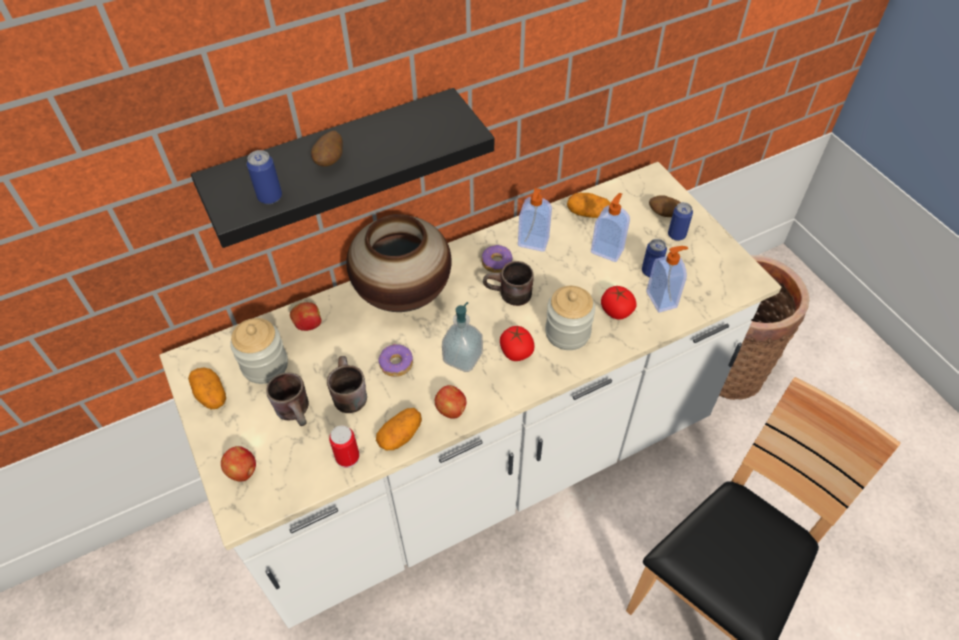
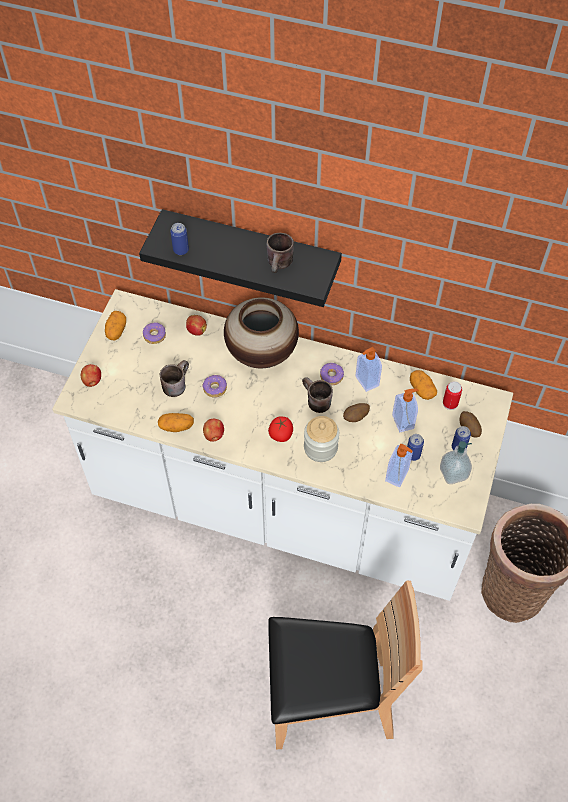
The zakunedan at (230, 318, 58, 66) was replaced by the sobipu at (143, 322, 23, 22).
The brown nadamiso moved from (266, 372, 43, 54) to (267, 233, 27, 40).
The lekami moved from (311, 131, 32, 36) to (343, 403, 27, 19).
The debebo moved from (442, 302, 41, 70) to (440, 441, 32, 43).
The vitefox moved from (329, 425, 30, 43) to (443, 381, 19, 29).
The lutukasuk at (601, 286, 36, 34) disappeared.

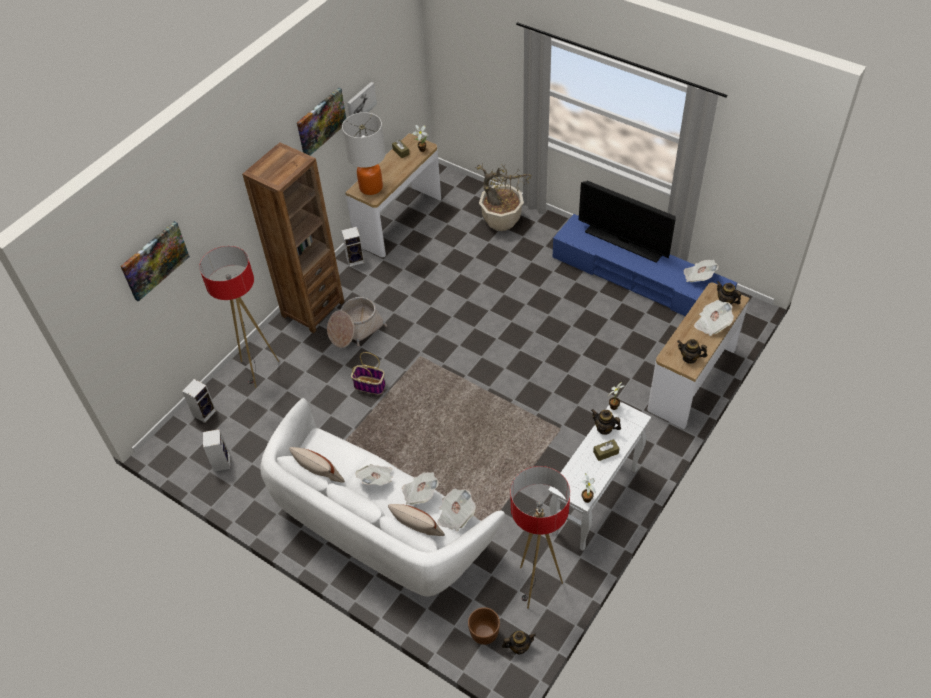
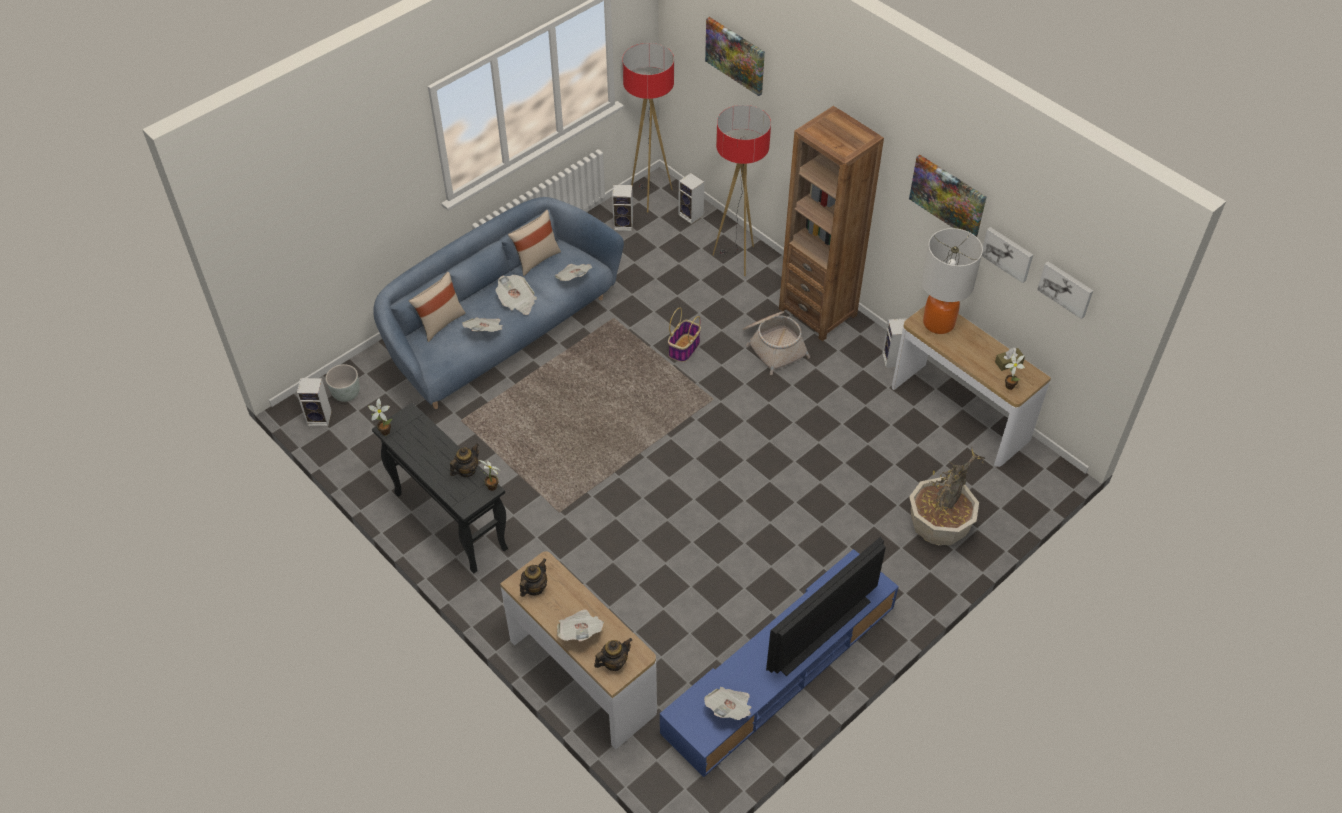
The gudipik at (502, 631, 34, 24) was replaced by the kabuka at (297, 378, 35, 48).
The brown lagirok at (468, 607, 32, 38) became the grey lagirok at (325, 364, 35, 38).
The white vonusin at (548, 402, 103, 149) became the black vonusin at (372, 403, 136, 170).
The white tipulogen at (260, 398, 245, 199) became the blue tipulogen at (373, 197, 251, 212).
The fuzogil moved from (437, 489, 39, 42) to (554, 264, 38, 17).
The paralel moved from (511, 466, 59, 143) to (622, 43, 52, 170).
The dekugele at (1037, 262, 57, 57) appeared.
The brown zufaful at (593, 439, 26, 22) disappeared.

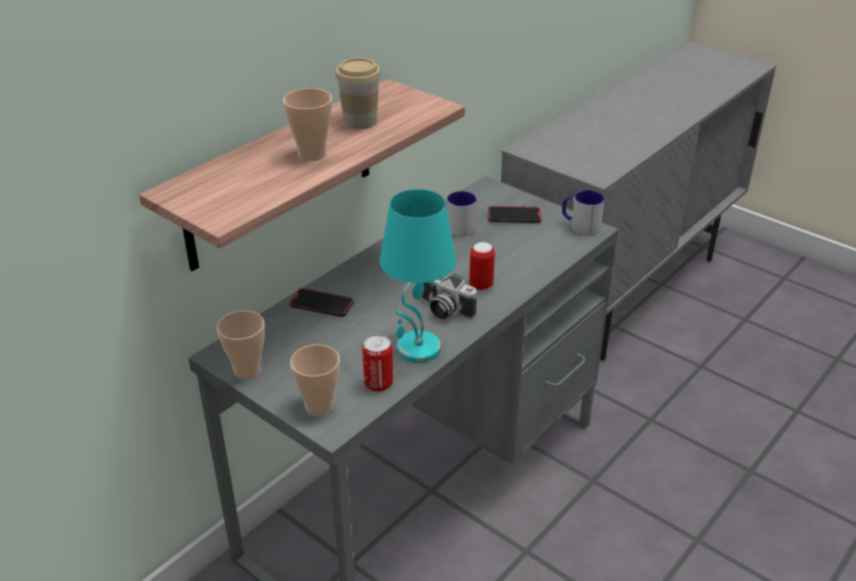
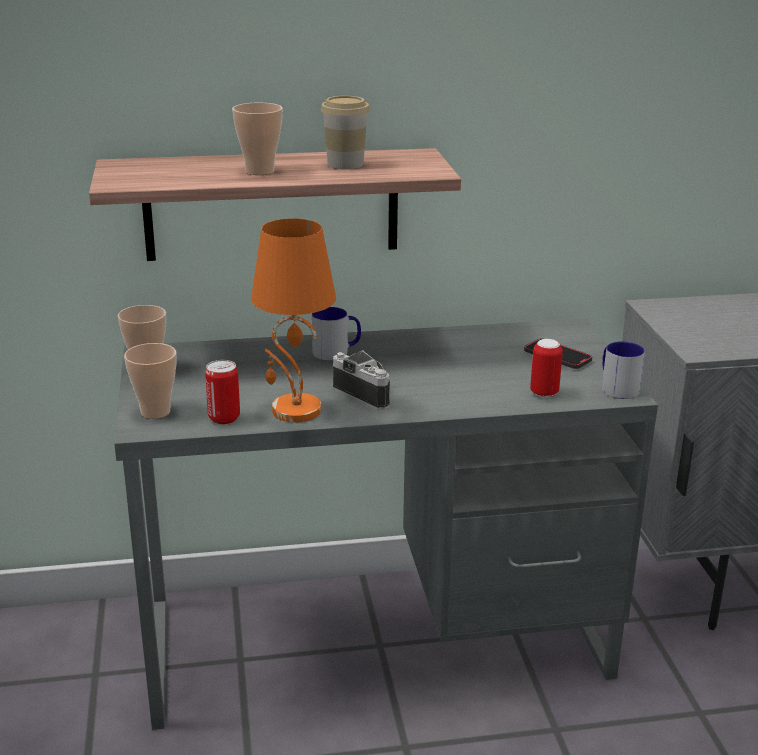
The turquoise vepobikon at (380, 189, 76, 174) became the orange vepobikon at (251, 218, 85, 204).
The nadamiso moved from (447, 191, 30, 46) to (312, 307, 49, 53).
The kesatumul at (421, 274, 56, 45) turned 150 degrees clockwise.
The vitefox moved from (469, 242, 26, 48) to (530, 339, 33, 59).
The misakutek at (289, 288, 65, 29) disappeared.

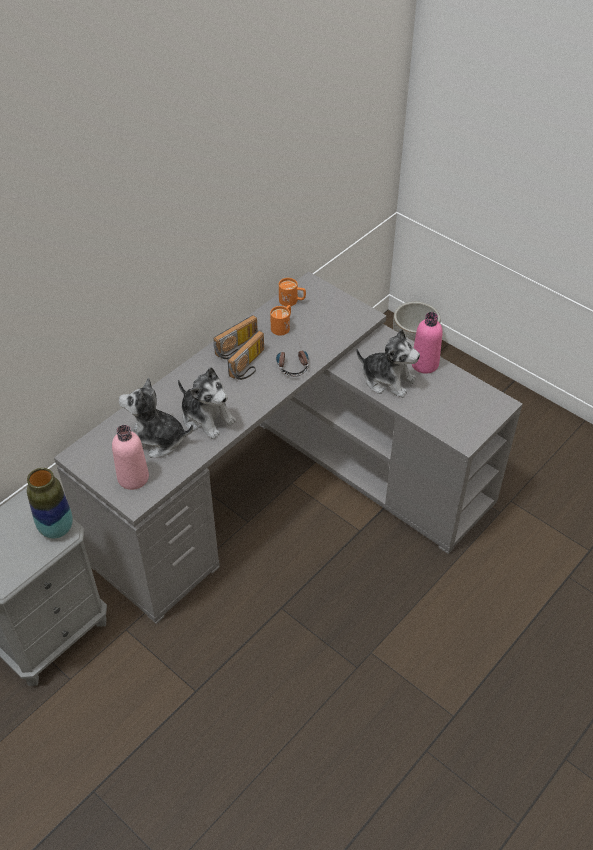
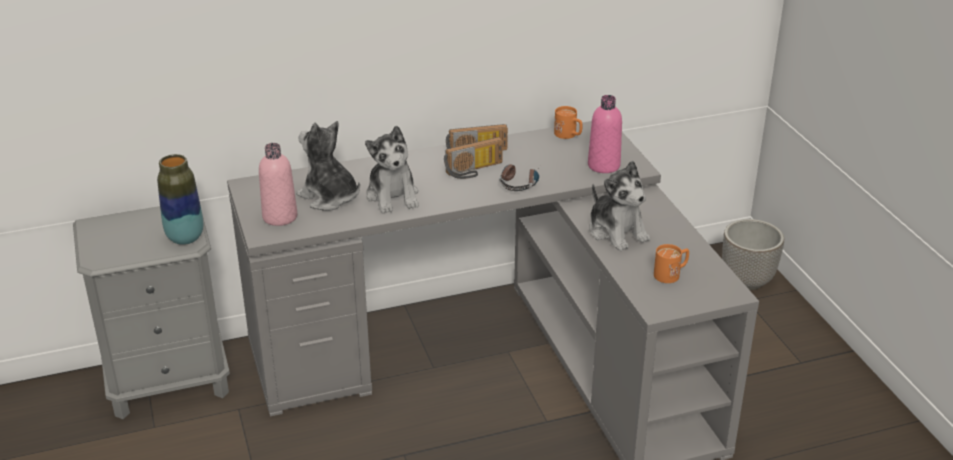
The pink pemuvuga moved from (412, 312, 31, 62) to (588, 95, 34, 78).
The orange nadamiso moved from (270, 305, 21, 30) to (654, 244, 35, 39).

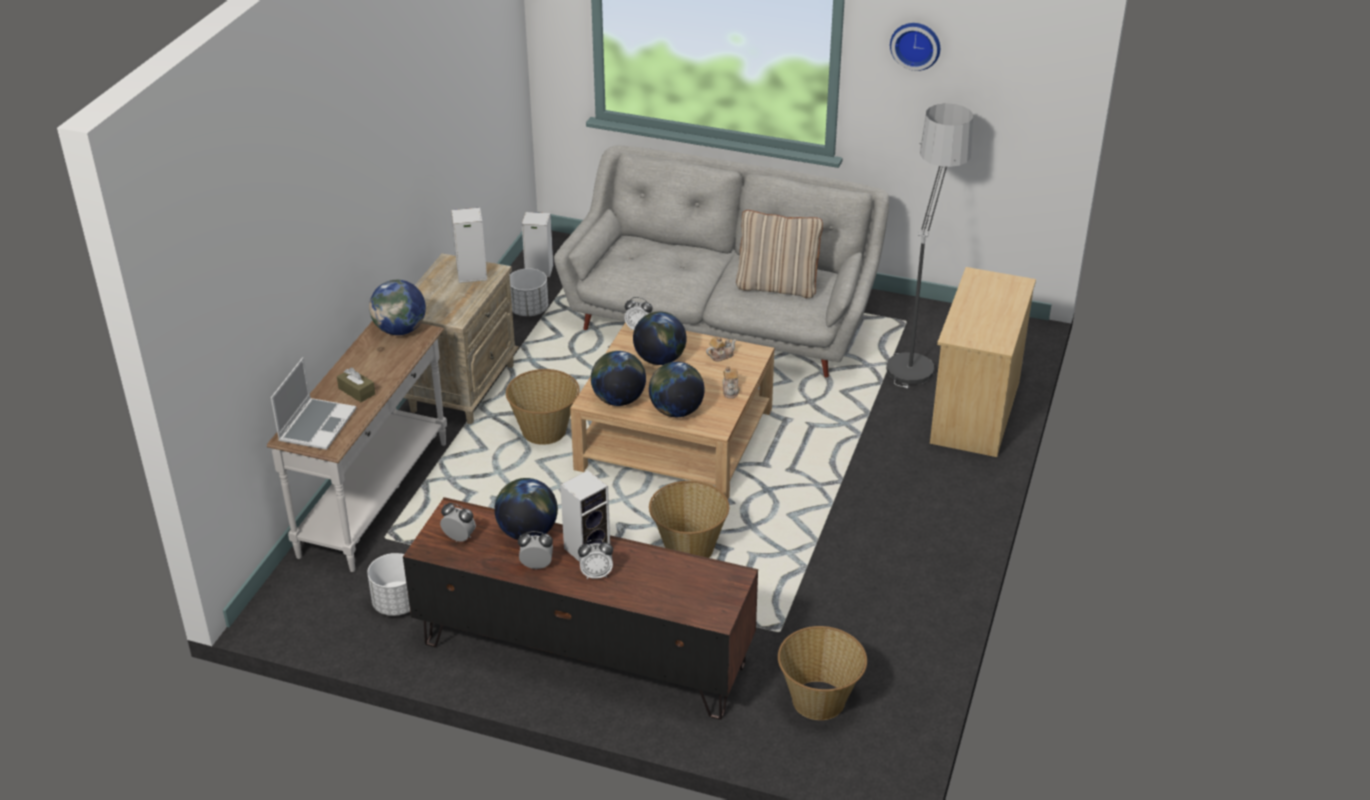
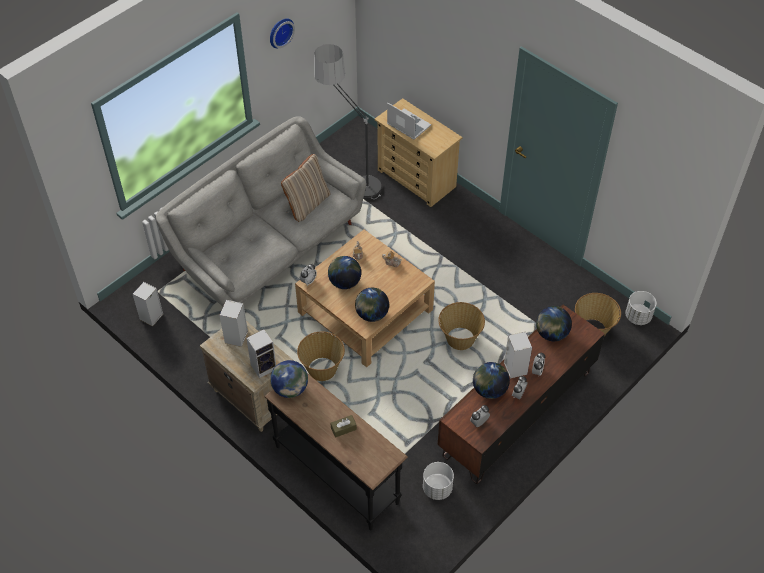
The kabuka at (246, 329, 30, 49) appeared.
The white vonusin at (267, 321, 180, 251) became the black vonusin at (264, 373, 144, 157).
The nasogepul moved from (271, 357, 85, 93) to (387, 103, 44, 37).
The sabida moved from (649, 362, 56, 55) to (536, 306, 36, 35).
The white lagirok moved from (510, 268, 38, 48) to (625, 291, 32, 34).

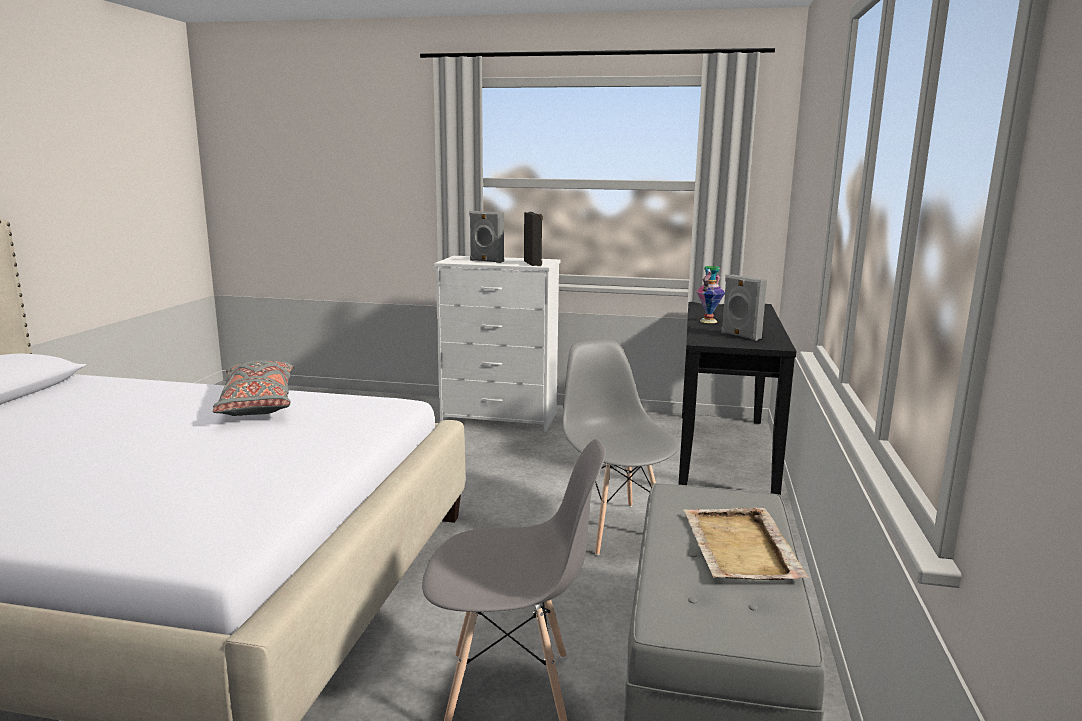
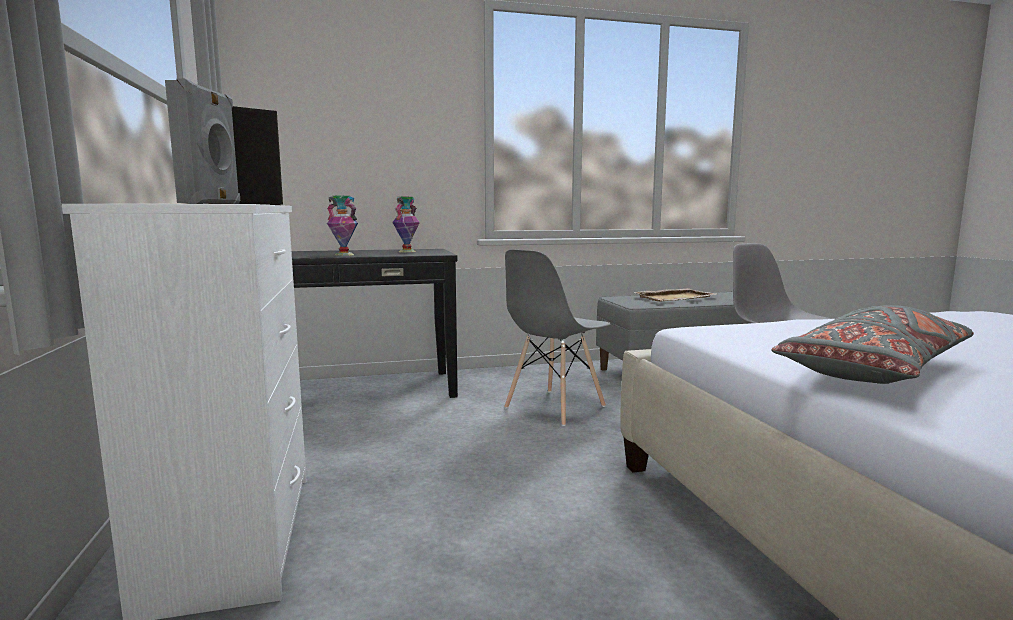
The grey kabuka at (721, 274, 46, 67) was replaced by the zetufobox at (392, 197, 28, 56).

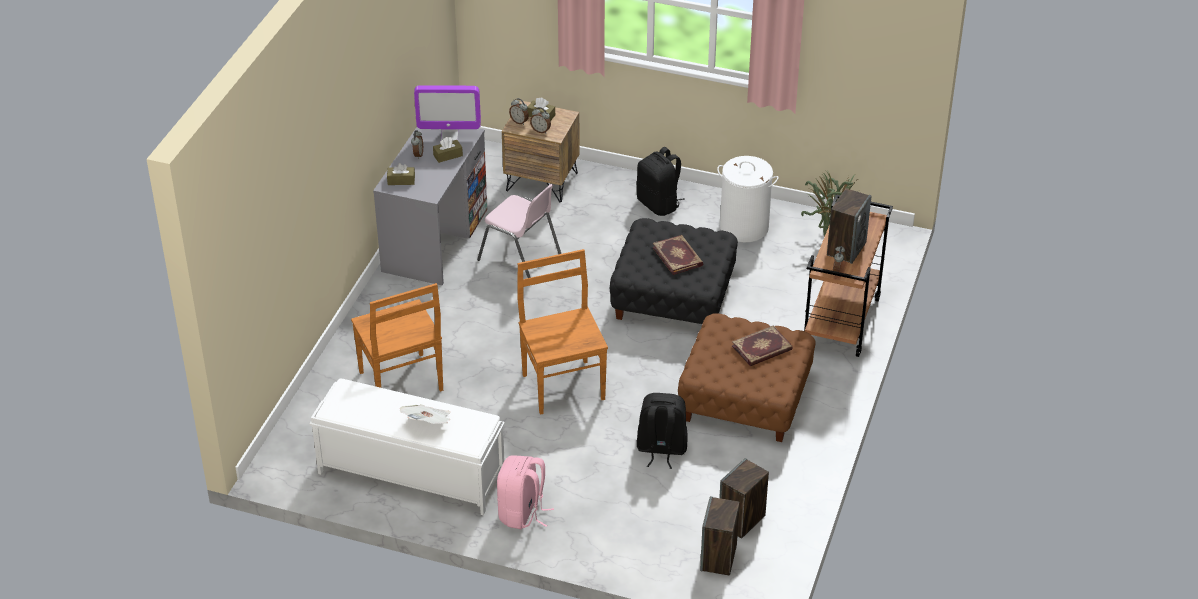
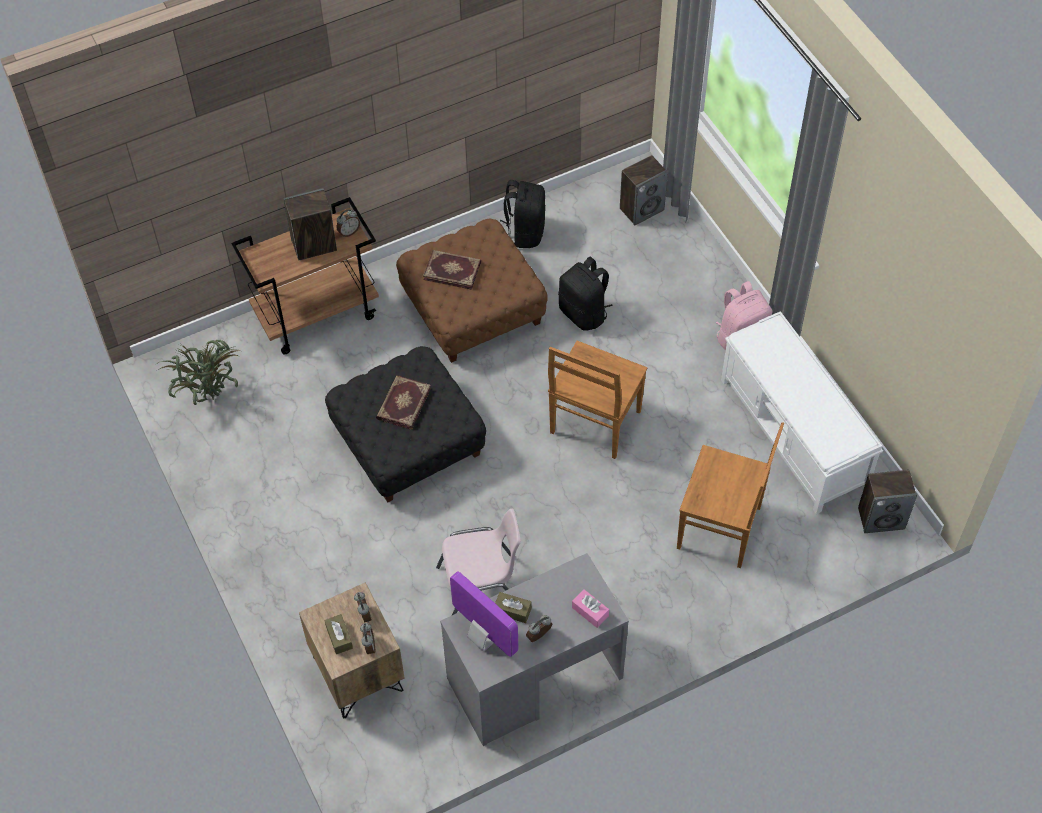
The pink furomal at (477, 184, 84, 94) turned 90 degrees clockwise.
The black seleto moved from (636, 147, 49, 69) to (500, 180, 45, 68).
The brown zufaful at (387, 163, 28, 22) became the pink zufaful at (572, 589, 37, 39).
The brown furomal at (351, 283, 92, 108) turned 90 degrees clockwise.
The kabuka moved from (719, 458, 50, 80) to (858, 470, 59, 63).
The fuzogil at (400, 404, 50, 20) disappeared.
The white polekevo at (717, 156, 61, 86) disappeared.

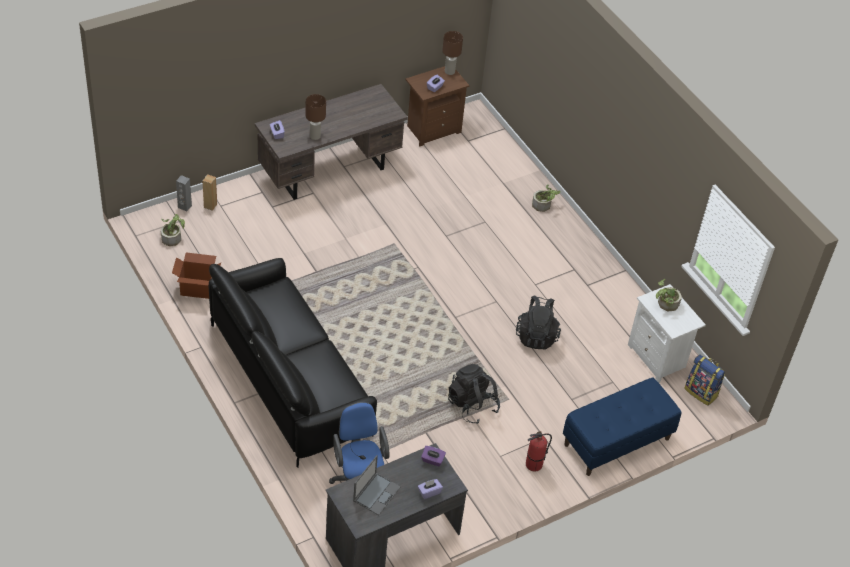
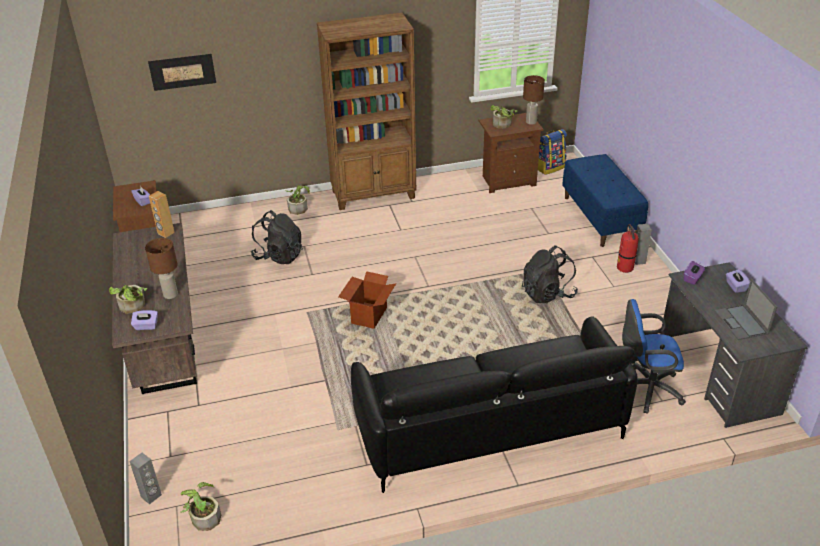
The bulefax at (109, 285, 38, 29) appeared.
The dekugele at (148, 54, 68, 37) appeared.
The brown kabuka moved from (203, 174, 14, 37) to (149, 191, 26, 47).
The black seleto moved from (516, 295, 45, 54) to (251, 210, 52, 54).
The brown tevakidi at (317, 13, 99, 197) appeared.
The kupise moved from (172, 252, 49, 47) to (338, 271, 58, 58).
The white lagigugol at (628, 284, 78, 99) became the brown lagigugol at (479, 113, 65, 80).
The brown vepobikon moved from (442, 31, 21, 44) to (523, 75, 22, 50).
The grey kabuka at (635, 224, 17, 41) appeared.
The nasogepul at (353, 455, 48, 60) turned 150 degrees counterclockwise.

